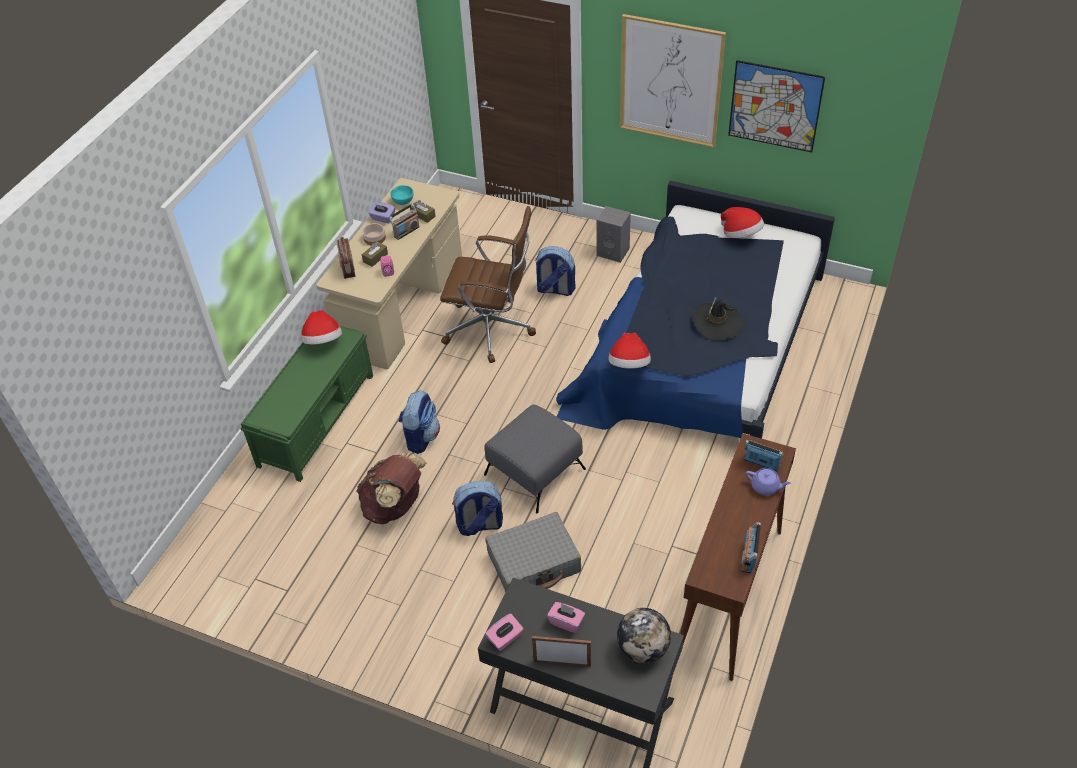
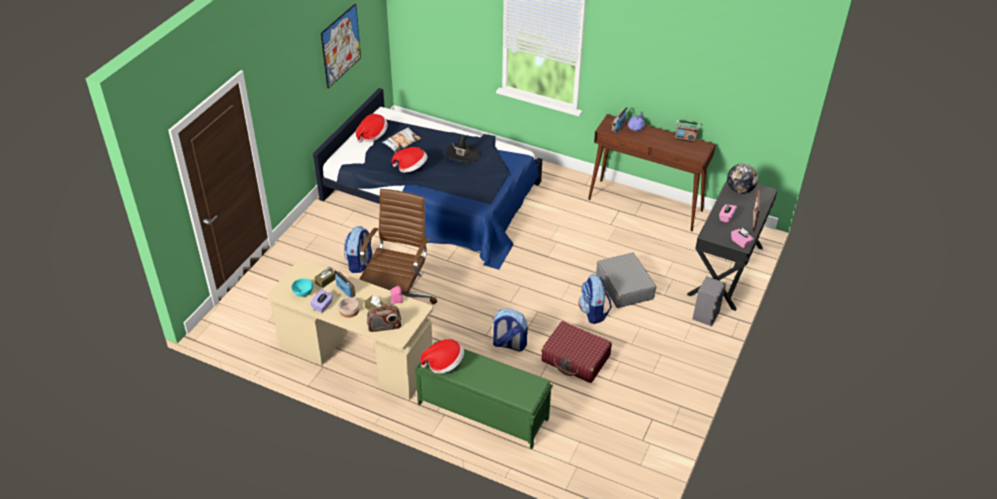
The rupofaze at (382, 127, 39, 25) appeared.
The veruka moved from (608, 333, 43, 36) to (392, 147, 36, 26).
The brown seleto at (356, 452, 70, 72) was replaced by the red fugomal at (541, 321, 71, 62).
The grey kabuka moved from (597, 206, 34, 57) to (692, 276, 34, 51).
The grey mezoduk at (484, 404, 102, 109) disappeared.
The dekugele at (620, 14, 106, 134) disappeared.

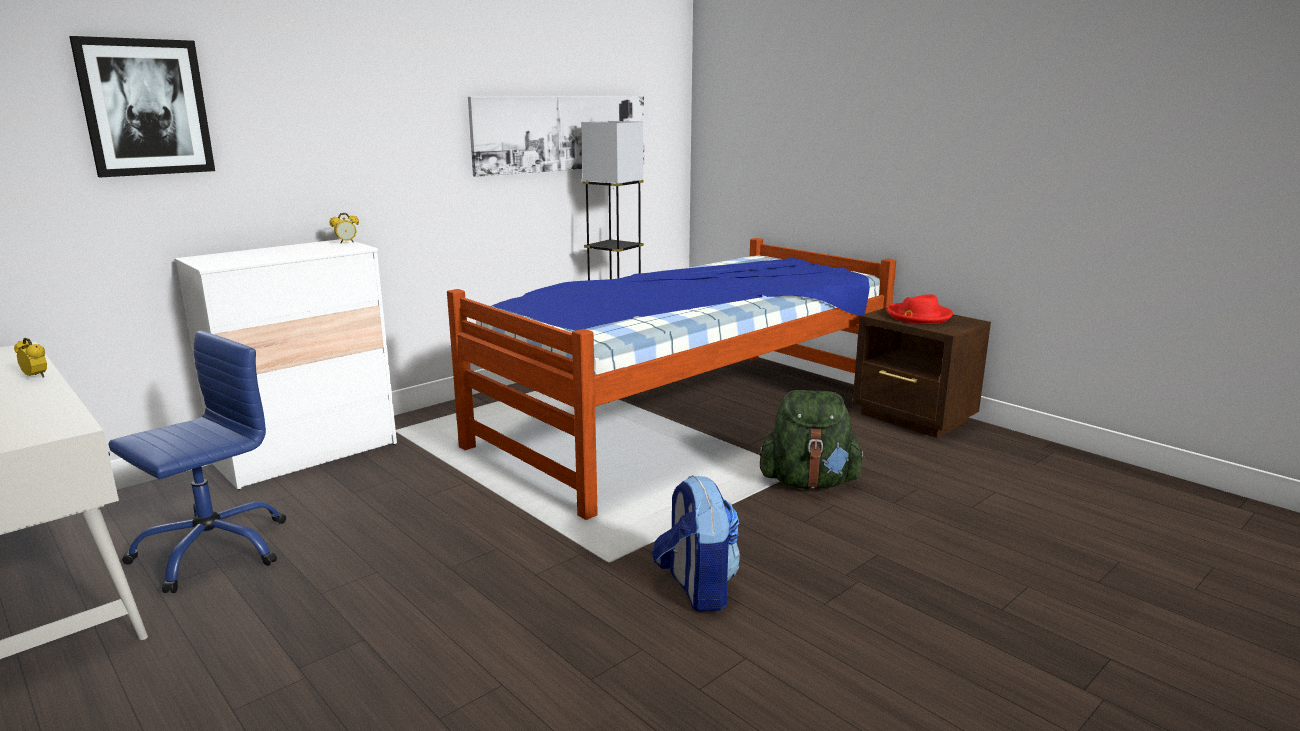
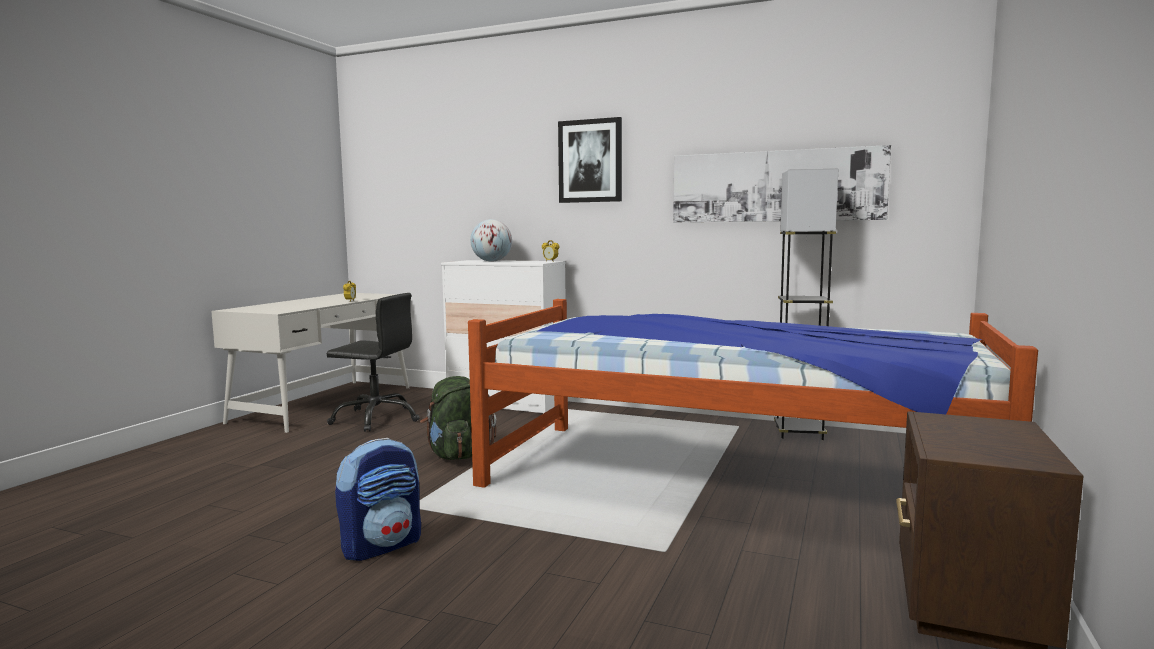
The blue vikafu at (108, 331, 178, 262) became the black vikafu at (326, 293, 94, 139).
The green seleto moved from (760, 390, 105, 99) to (420, 376, 77, 84).
The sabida at (470, 219, 42, 43) appeared.
The dekugele moved from (69, 36, 146, 141) to (558, 117, 64, 86).
The red veruka at (887, 294, 66, 30) disappeared.

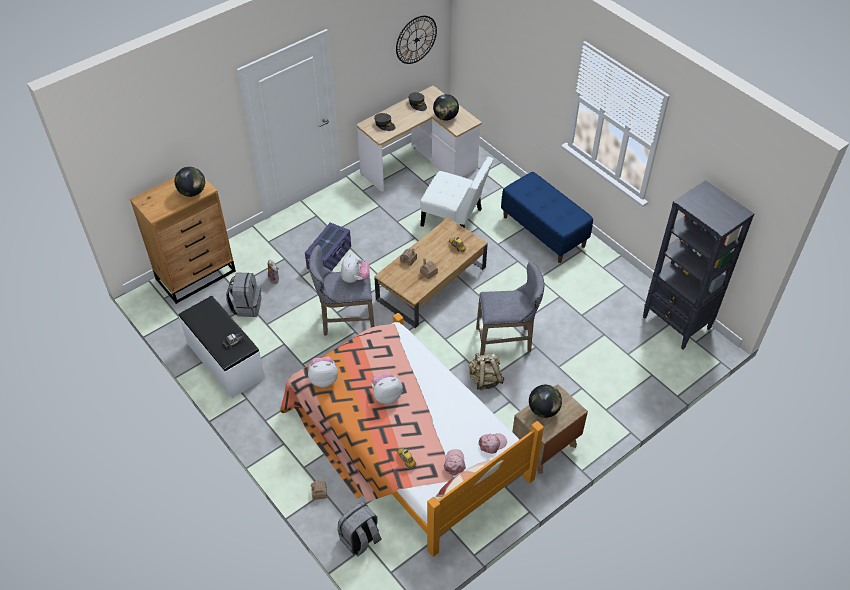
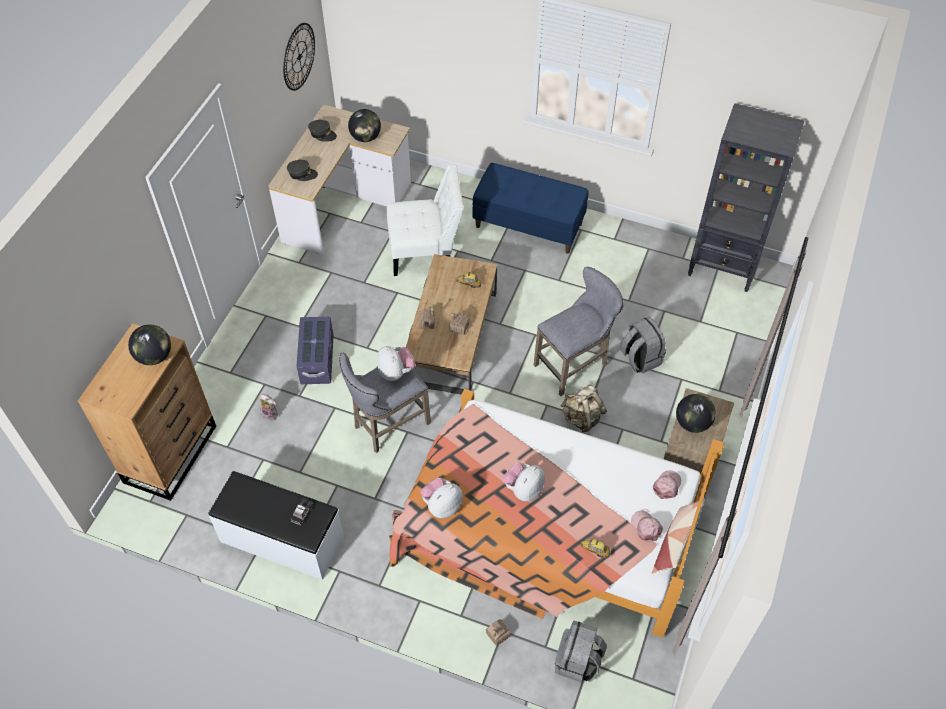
The grey seleto moved from (226, 272, 35, 45) to (621, 317, 45, 57).

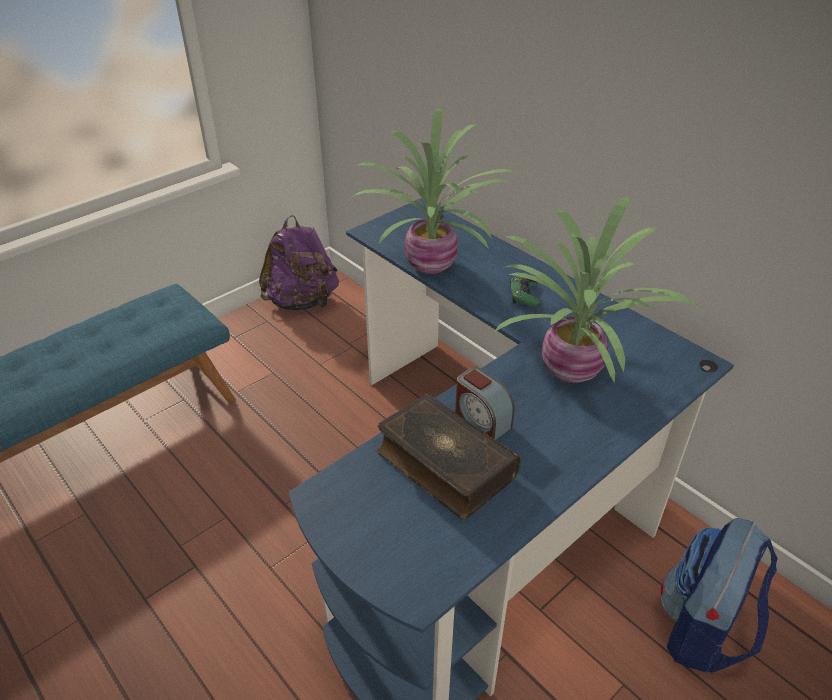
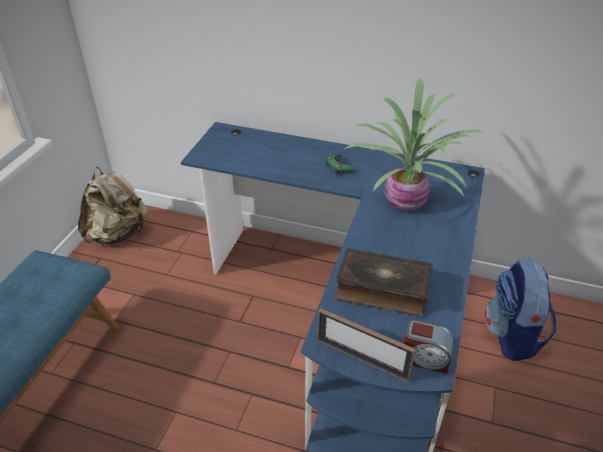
The purple seleto at (259, 215, 80, 96) became the beige seleto at (78, 167, 70, 77).
The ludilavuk at (318, 308, 98, 74) appeared.
The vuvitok moved from (455, 367, 59, 73) to (404, 319, 49, 55).
The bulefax at (351, 108, 164, 166) disappeared.

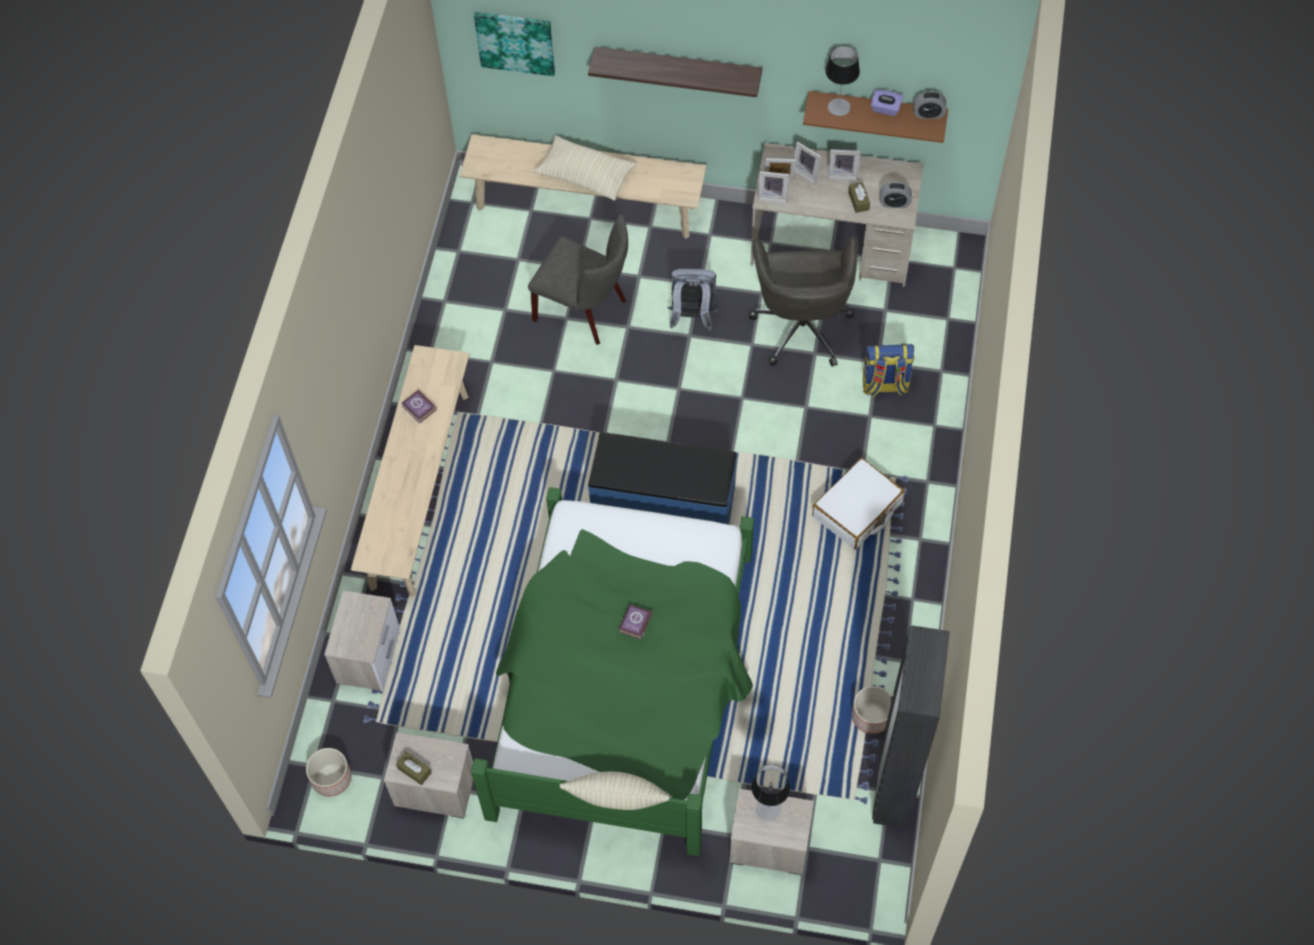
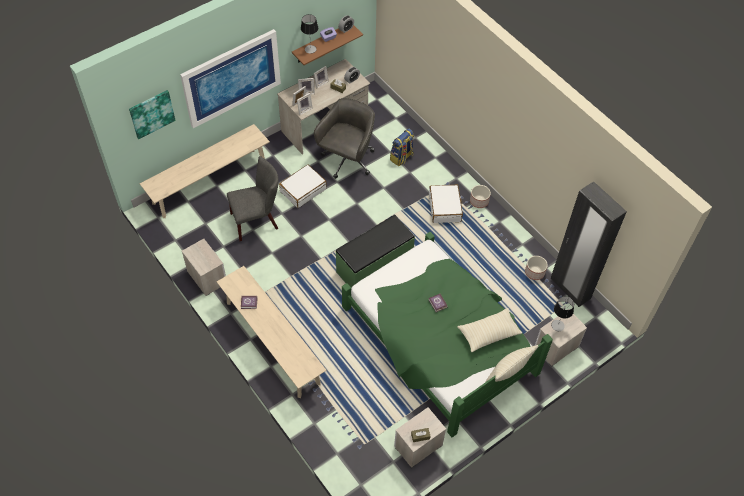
The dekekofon at (588, 46, 174, 51) was replaced by the dekugele at (180, 29, 101, 99).
The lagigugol moved from (324, 591, 76, 100) to (182, 239, 44, 57).
The grey seleto at (667, 269, 51, 62) was replaced by the white fugomal at (279, 165, 47, 43).
The grey vikafu at (749, 236, 109, 131) turned 105 degrees counterclockwise.
The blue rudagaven at (588, 432, 149, 92) became the green rudagaven at (335, 215, 80, 73).
The beige rupofaze moved from (534, 135, 103, 66) to (457, 308, 65, 44).
The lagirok moved from (306, 748, 45, 48) to (470, 185, 21, 23).

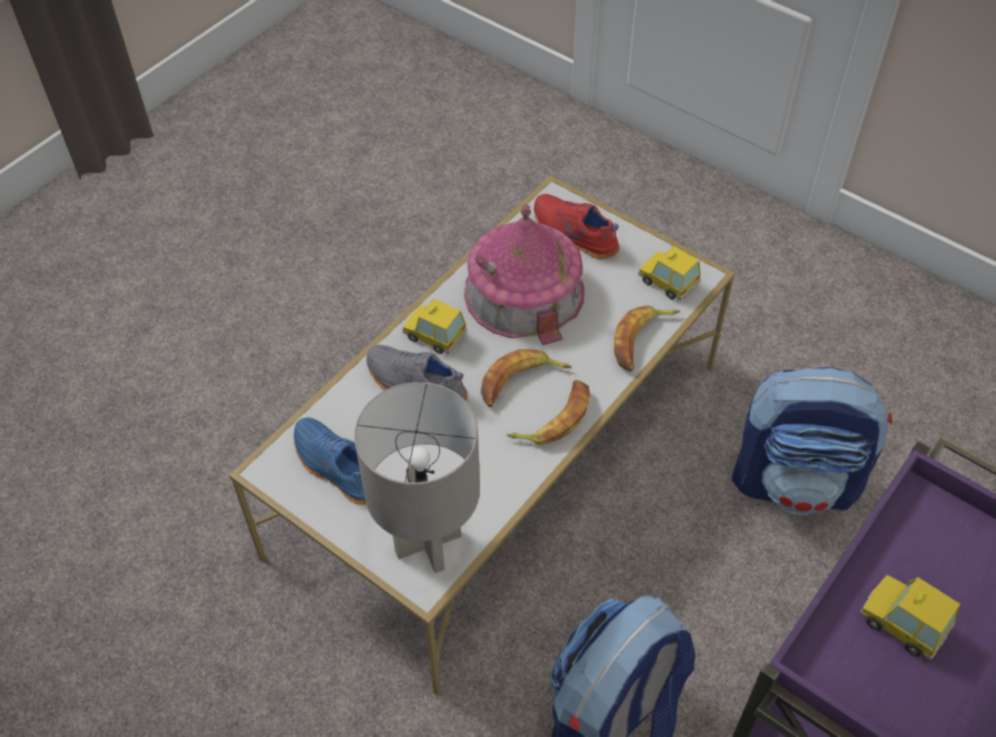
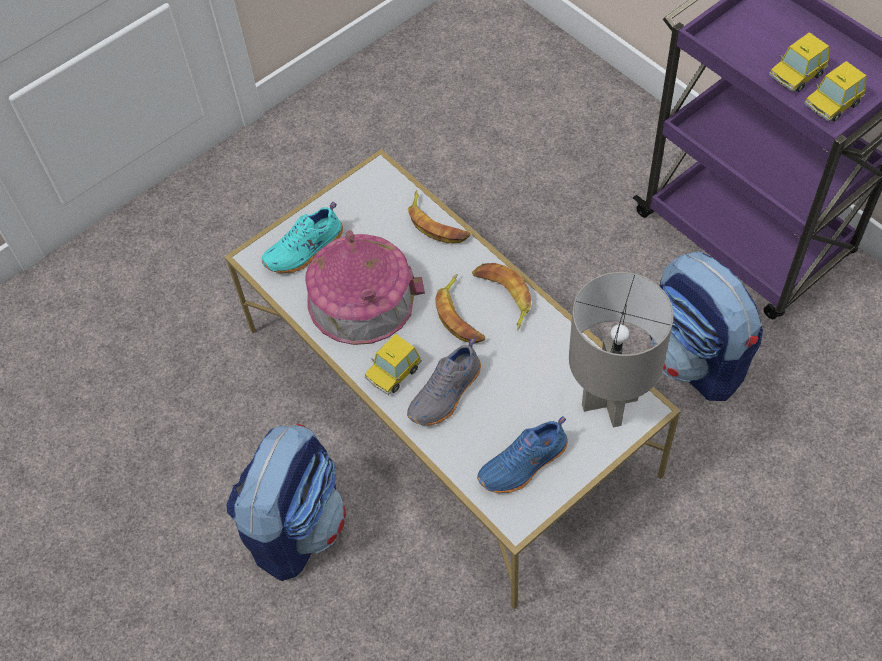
The seleto moved from (732, 367, 160, 148) to (226, 424, 120, 157).
The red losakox at (534, 194, 86, 65) became the turquoise losakox at (262, 202, 81, 71).
The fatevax moved from (638, 246, 63, 54) to (804, 61, 63, 61).

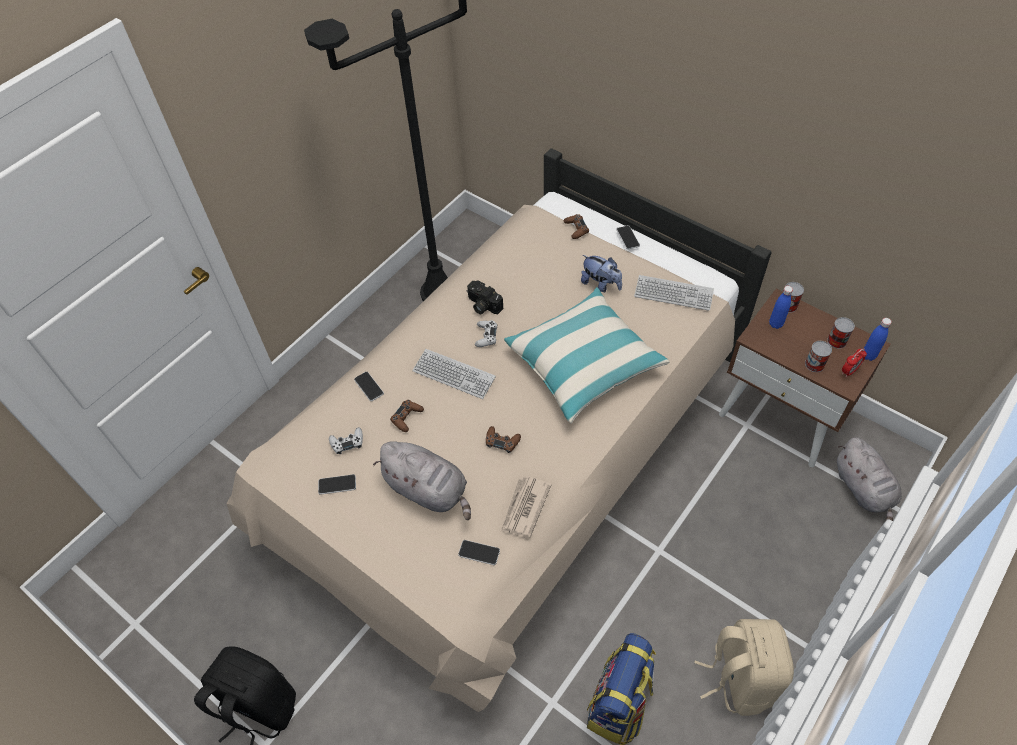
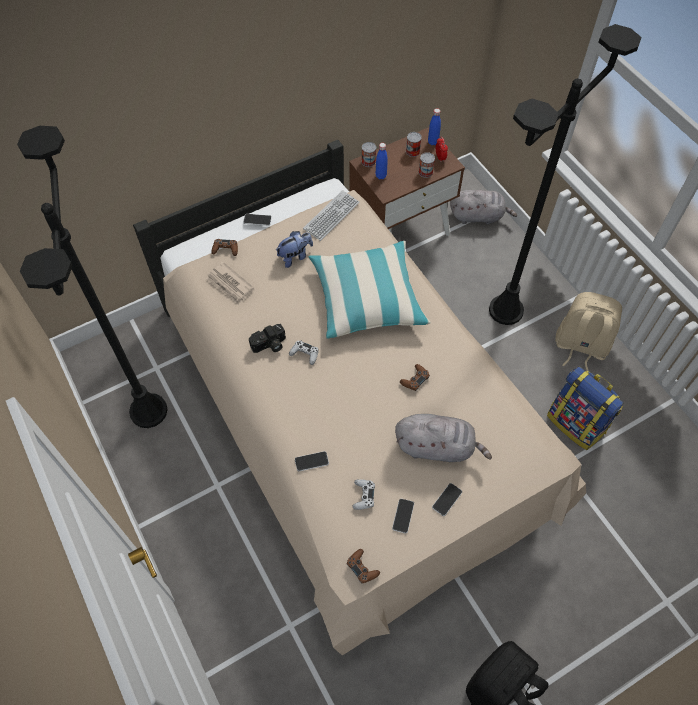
The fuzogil moved from (501, 476, 51, 62) to (206, 262, 48, 42).
The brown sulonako moved from (390, 400, 34, 32) to (347, 549, 33, 34).
The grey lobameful at (373, 441, 98, 79) turned 45 degrees clockwise.
The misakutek moved from (458, 540, 42, 25) to (432, 483, 30, 33).
The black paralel at (489, 24, 153, 301) appeared.
The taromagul at (413, 349, 83, 50) disappeared.

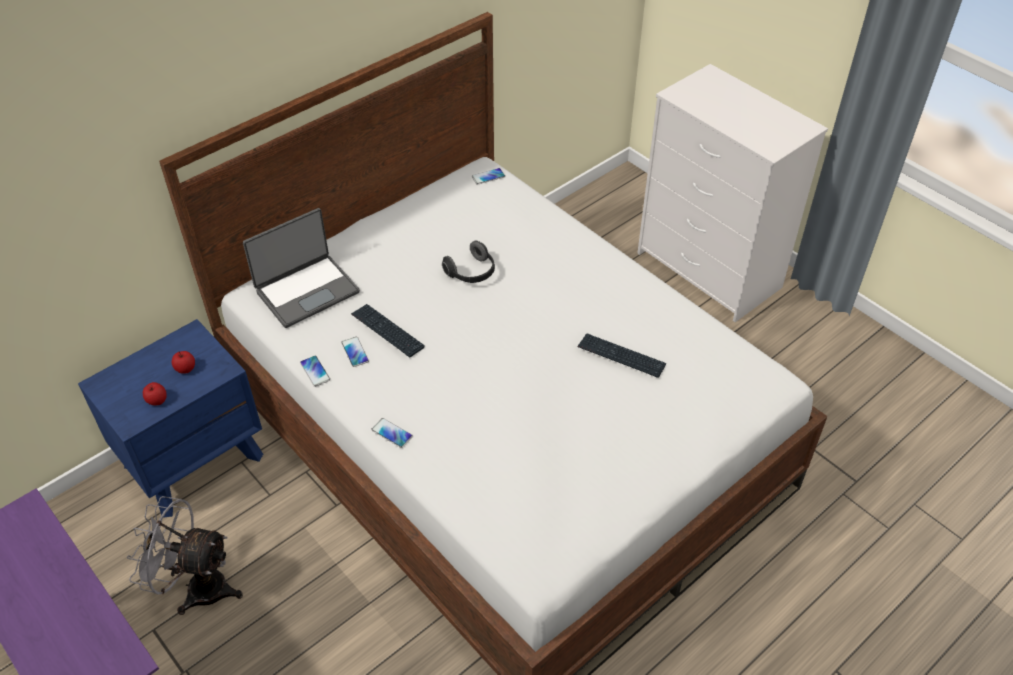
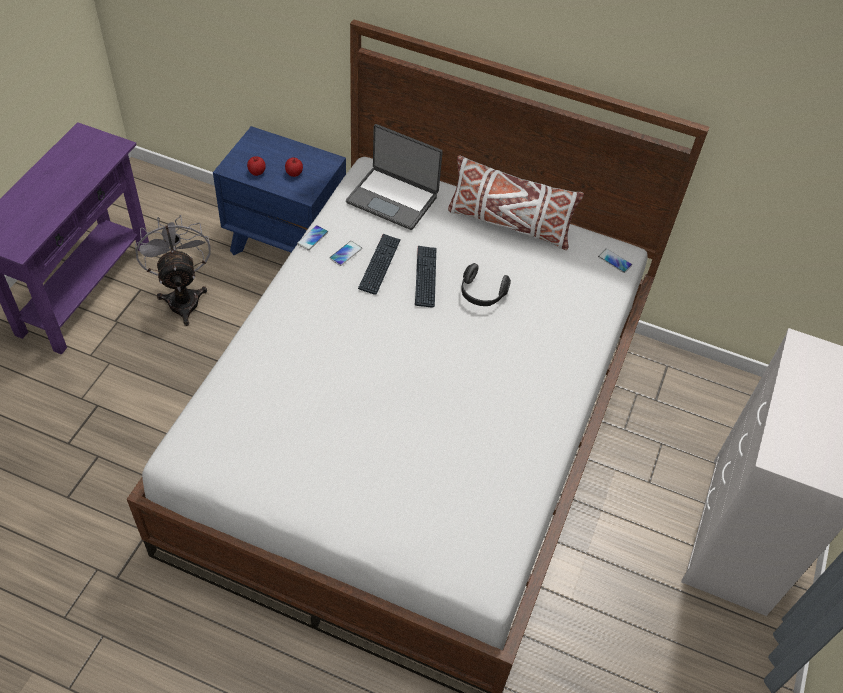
The taromagul moved from (578, 333, 88, 45) to (415, 246, 21, 62).
The white rupofaze at (448, 156, 136, 94) appeared.
The misakutek at (371, 418, 42, 30) disappeared.

